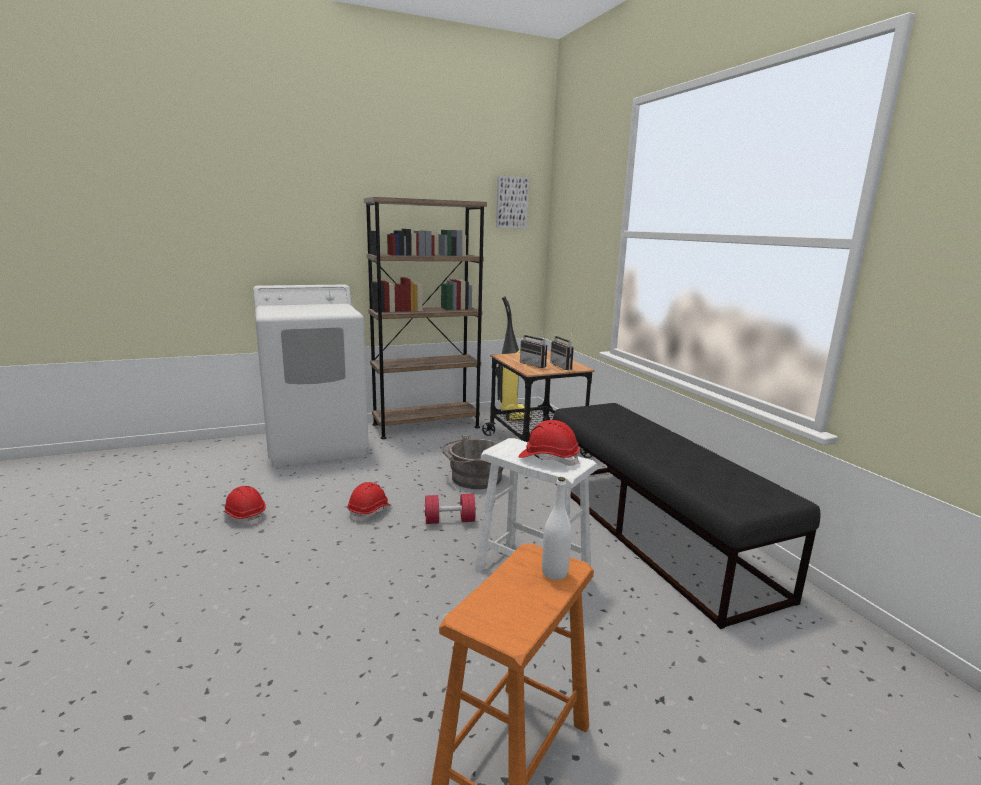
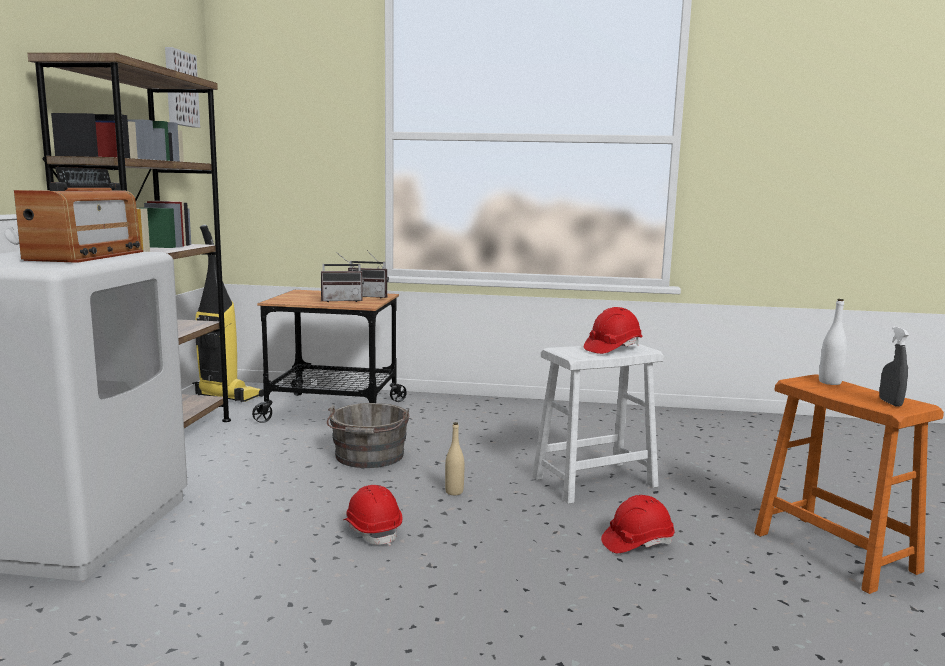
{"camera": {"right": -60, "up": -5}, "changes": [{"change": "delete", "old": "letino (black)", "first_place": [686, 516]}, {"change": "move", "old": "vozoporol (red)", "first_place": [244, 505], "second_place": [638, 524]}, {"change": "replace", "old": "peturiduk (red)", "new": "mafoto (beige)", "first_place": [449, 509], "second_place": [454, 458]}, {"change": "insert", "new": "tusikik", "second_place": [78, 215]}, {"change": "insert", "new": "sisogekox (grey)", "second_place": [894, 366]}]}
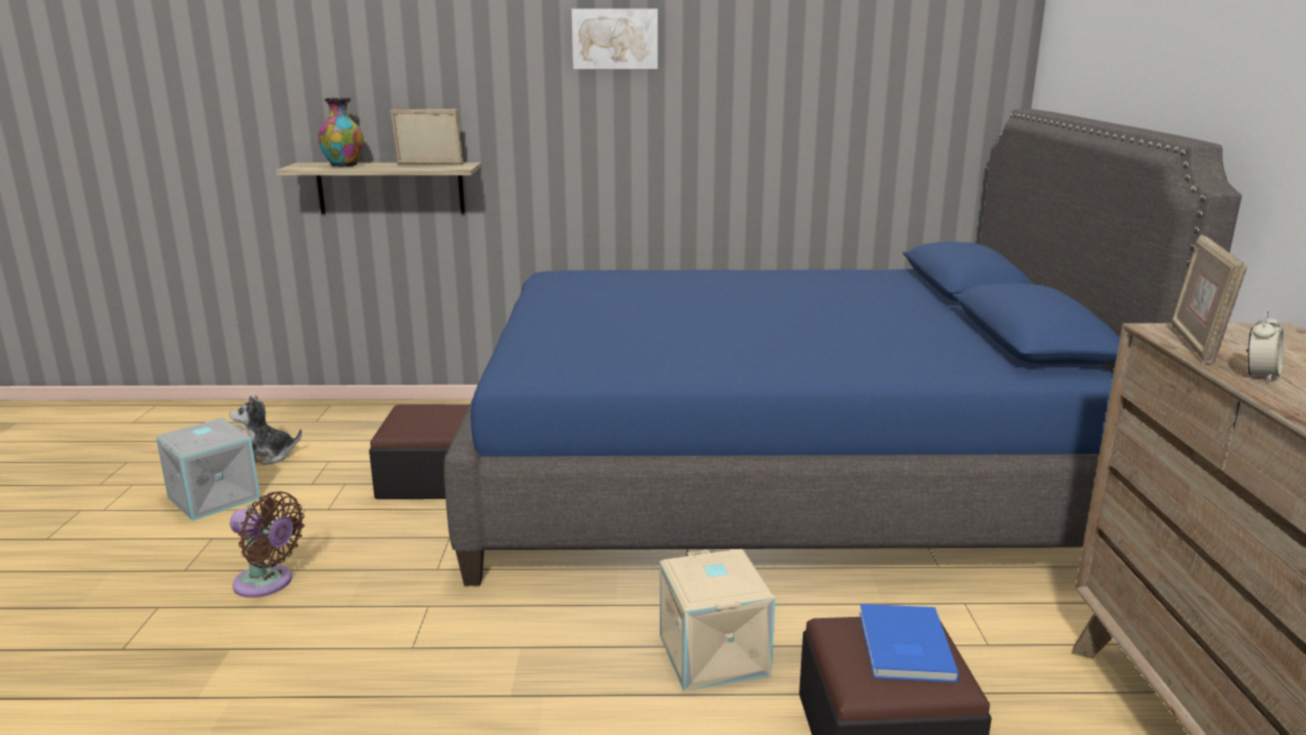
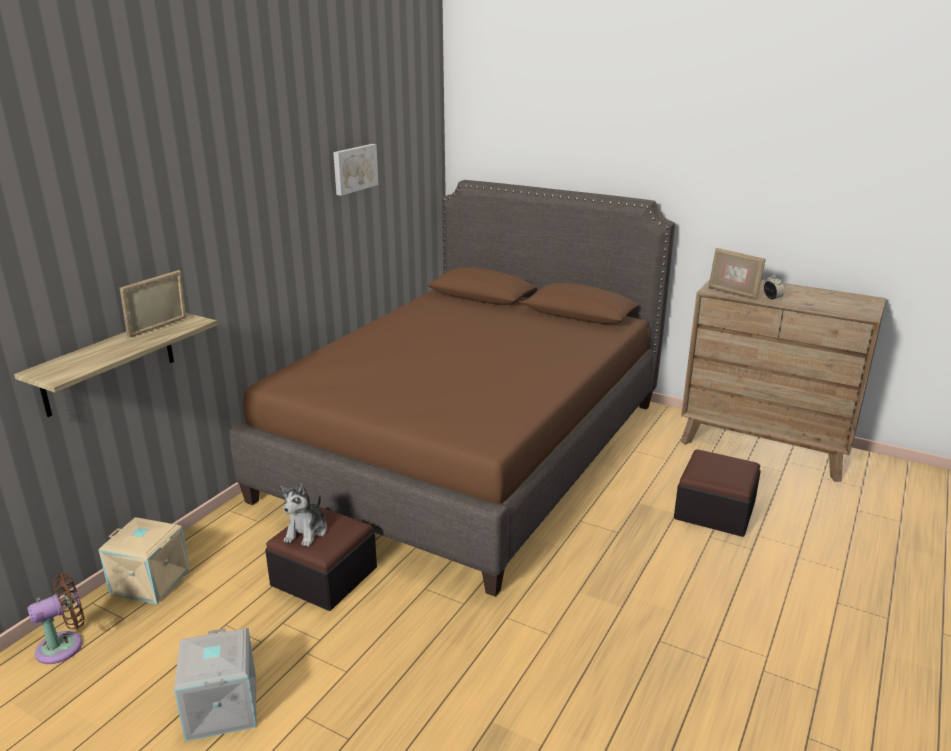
{"camera": {"right": -60, "up": 5}, "changes": [{"change": "move", "old": "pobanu", "first_place": [615, 39], "second_place": [355, 170]}, {"change": "delete", "old": "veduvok", "first_place": [341, 132]}, {"change": "recolor", "old": "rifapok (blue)", "new": "rifapok (brown)", "first_place": [843, 347], "second_place": [452, 388]}, {"change": "move", "old": "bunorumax", "first_place": [266, 430], "second_place": [303, 515]}, {"change": "move", "old": "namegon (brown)", "first_place": [267, 544], "second_place": [56, 618]}, {"change": "move", "old": "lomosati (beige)", "first_place": [717, 620], "second_place": [144, 560]}, {"change": "delete", "old": "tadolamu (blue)", "first_place": [909, 643]}]}
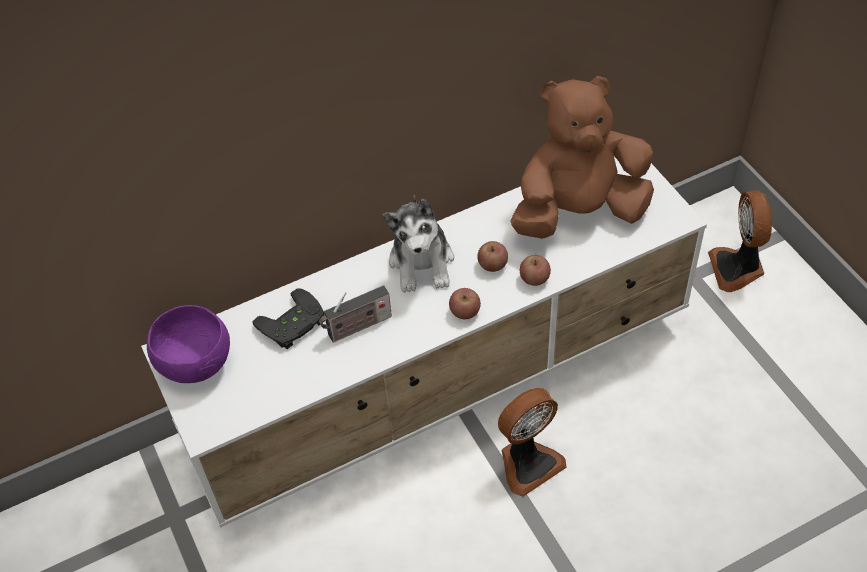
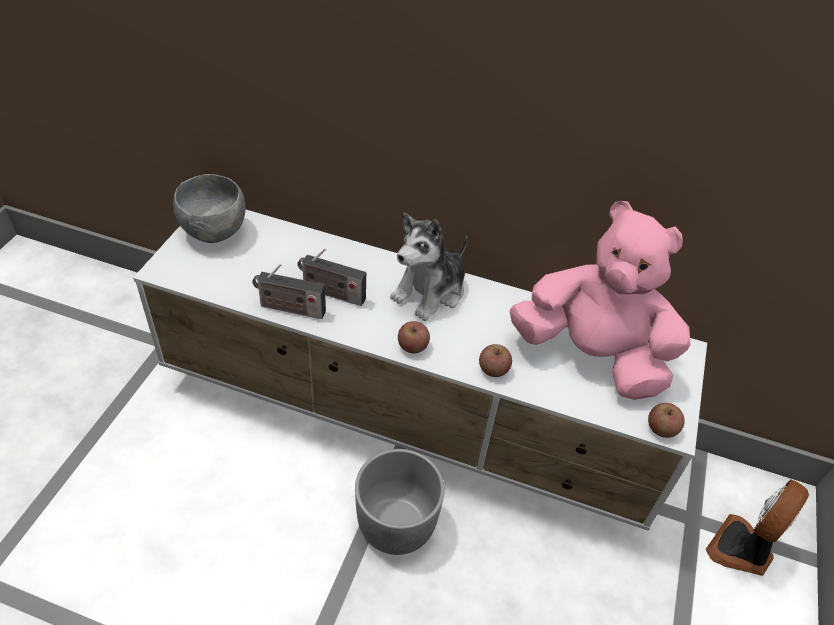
{"camera": {"right": 40, "up": -5}, "changes": [{"change": "recolor", "old": "bunorumax (brown)", "new": "bunorumax (pink)", "first_place": [582, 157], "second_place": [600, 300]}, {"change": "move", "old": "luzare", "first_place": [492, 256], "second_place": [666, 420]}, {"change": "delete", "old": "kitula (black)", "first_place": [288, 318]}, {"change": "recolor", "old": "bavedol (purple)", "new": "bavedol (grey)", "first_place": [188, 344], "second_place": [209, 208]}, {"change": "replace", "old": "namegon", "new": "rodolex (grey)", "first_place": [532, 442], "second_place": [400, 502]}, {"change": "insert", "new": "tusikik", "second_place": [289, 291]}]}
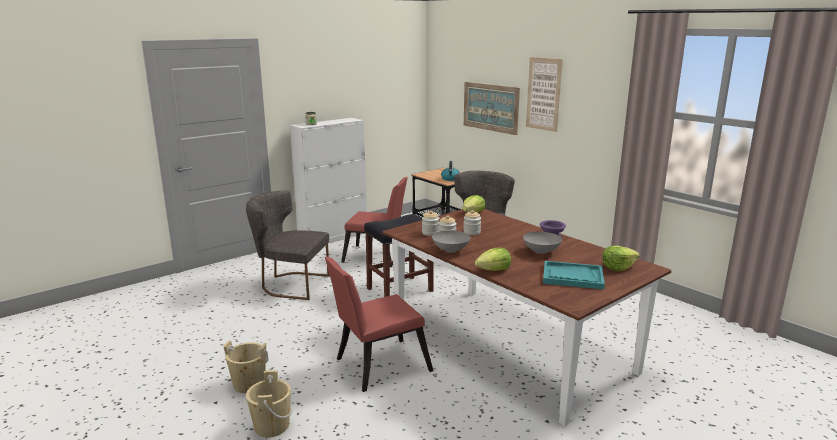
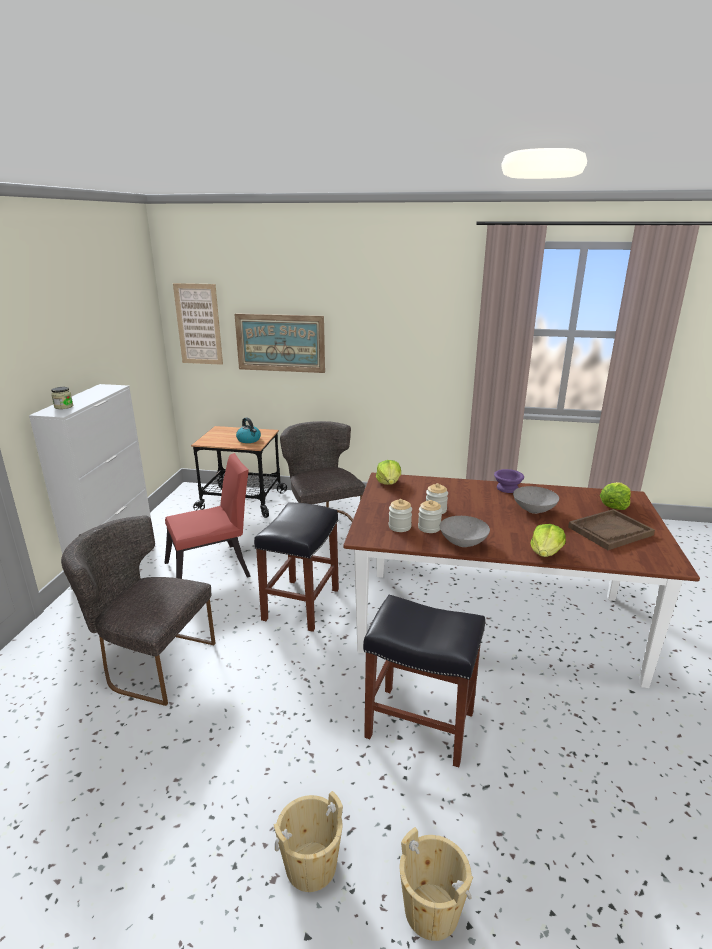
{"camera": {"right": -40, "up": 5}, "changes": [{"change": "move", "old": "pobanu", "first_place": [544, 94], "second_place": [198, 324]}, {"change": "rotate", "old": "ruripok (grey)", "first_place": [288, 245], "second_place": [138, 611], "degrees": 45}, {"change": "replace", "old": "ruripok (red)", "new": "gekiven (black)", "first_place": [379, 324], "second_place": [424, 681]}, {"change": "recolor", "old": "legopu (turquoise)", "new": "legopu (brown)", "first_place": [574, 275], "second_place": [611, 529]}]}
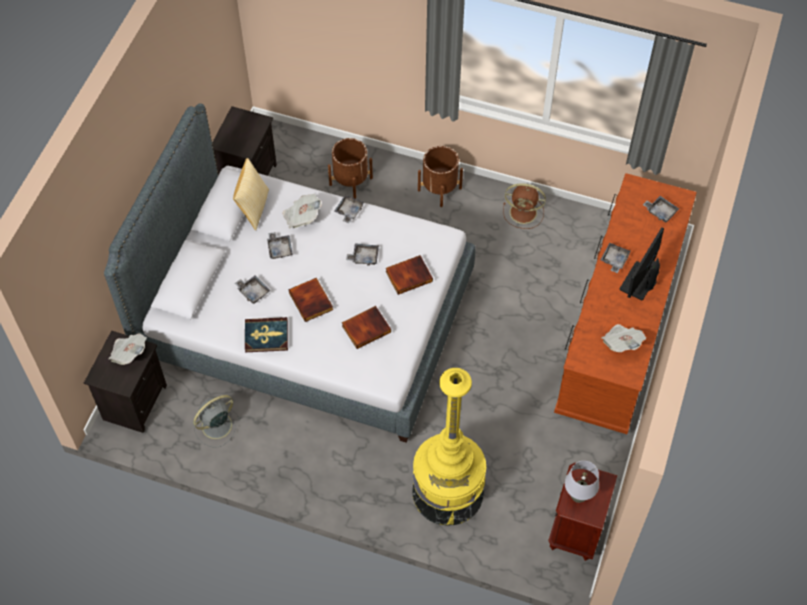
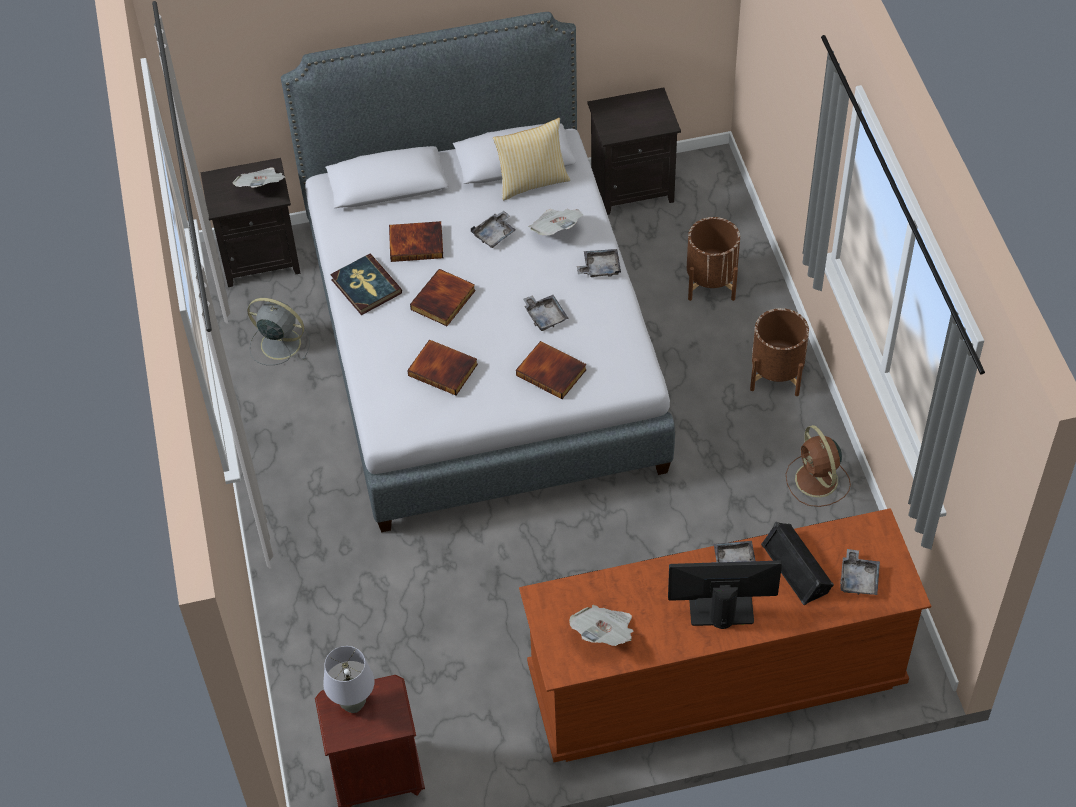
{"camera": {"right": 60, "up": -5}, "changes": [{"change": "replace", "old": "legopu (grey)", "new": "tadolamu", "first_place": [252, 290], "second_place": [416, 241]}, {"change": "delete", "old": "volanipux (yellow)", "first_place": [449, 447]}, {"change": "insert", "new": "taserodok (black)", "second_place": [797, 563]}]}
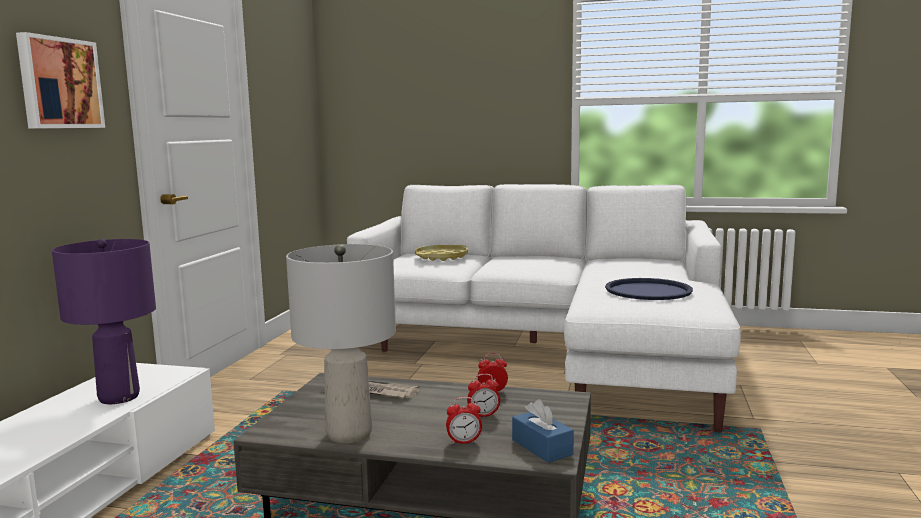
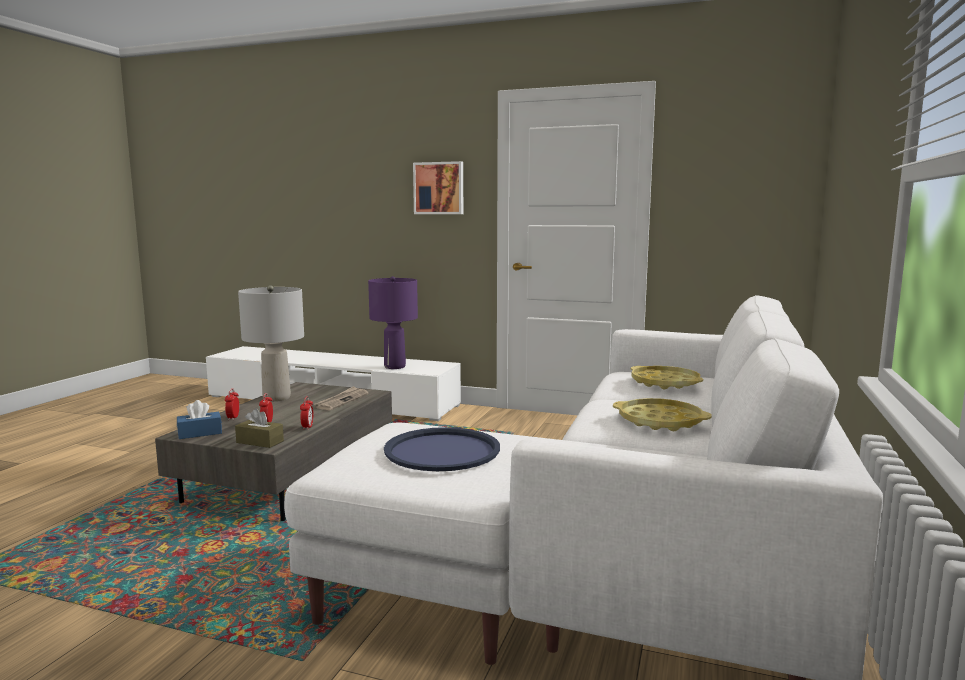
{"camera": {"right": 95, "up": 0}, "changes": [{"change": "insert", "new": "legopu (yellow)", "second_place": [662, 414]}, {"change": "insert", "new": "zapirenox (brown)", "second_place": [259, 428]}]}
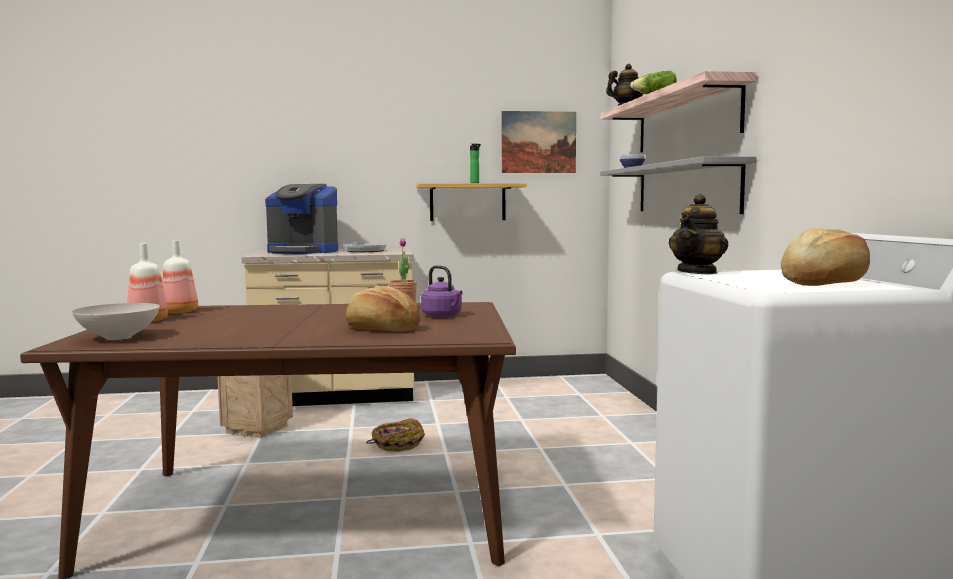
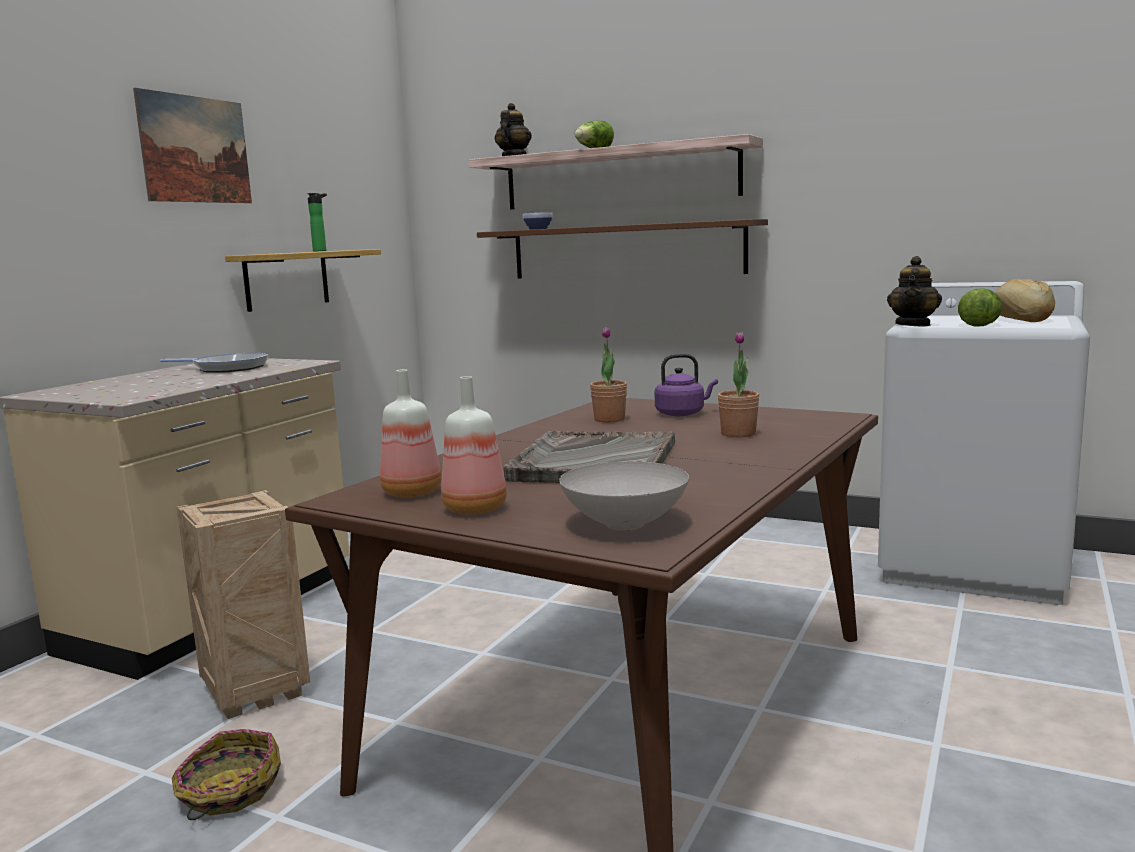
{"camera": {"right": -55, "up": 5}, "changes": [{"change": "move", "old": "pobanu", "first_place": [539, 142], "second_place": [192, 145]}, {"change": "recolor", "old": "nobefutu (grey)", "new": "nobefutu (brown)", "first_place": [678, 185], "second_place": [622, 249]}, {"change": "delete", "old": "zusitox", "first_place": [301, 219]}, {"change": "rotate", "old": "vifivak", "first_place": [699, 234], "second_place": [914, 291], "degrees": 45}, {"change": "replace", "old": "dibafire", "new": "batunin", "first_place": [383, 309], "second_place": [738, 384]}, {"change": "move", "old": "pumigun", "first_place": [395, 434], "second_place": [226, 774]}, {"change": "insert", "new": "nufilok", "second_place": [980, 307]}, {"change": "insert", "new": "legopu (grey)", "second_place": [589, 457]}]}
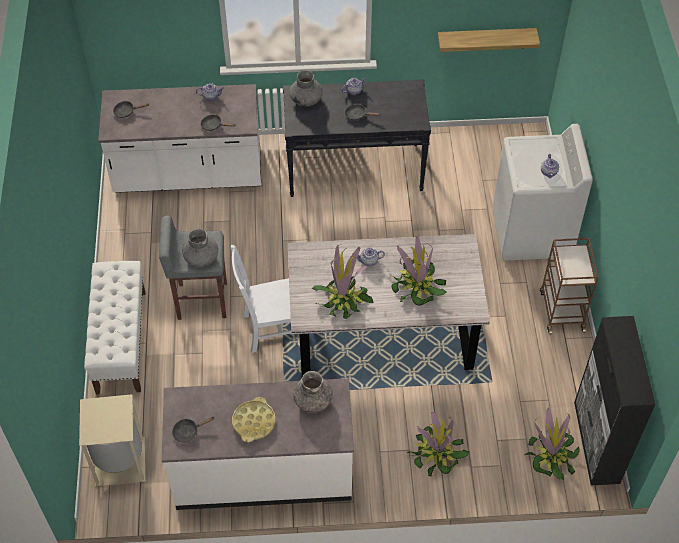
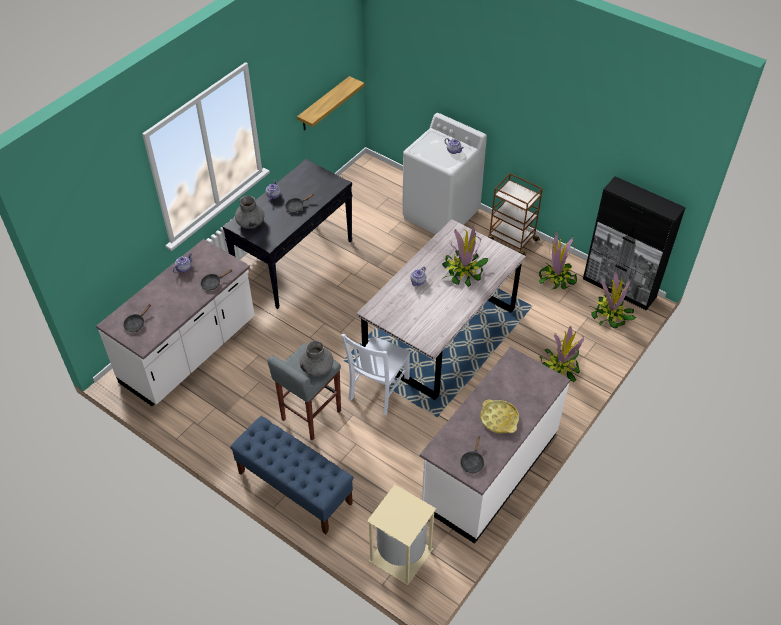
{"camera": {"right": -50, "up": -5}, "changes": [{"change": "move", "old": "batunin", "first_place": [343, 281], "second_place": [558, 260]}, {"change": "recolor", "old": "letino (white)", "new": "letino (blue)", "first_place": [115, 328], "second_place": [292, 475]}, {"change": "delete", "old": "veduvok (grey)", "first_place": [313, 392]}]}
